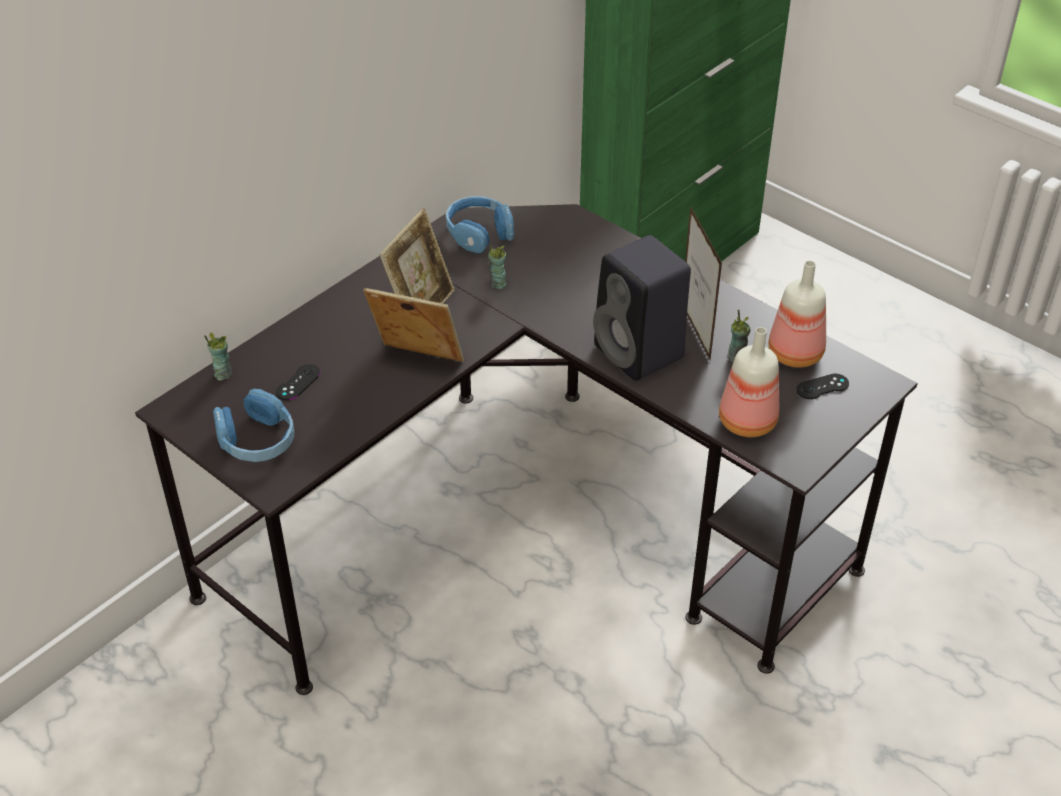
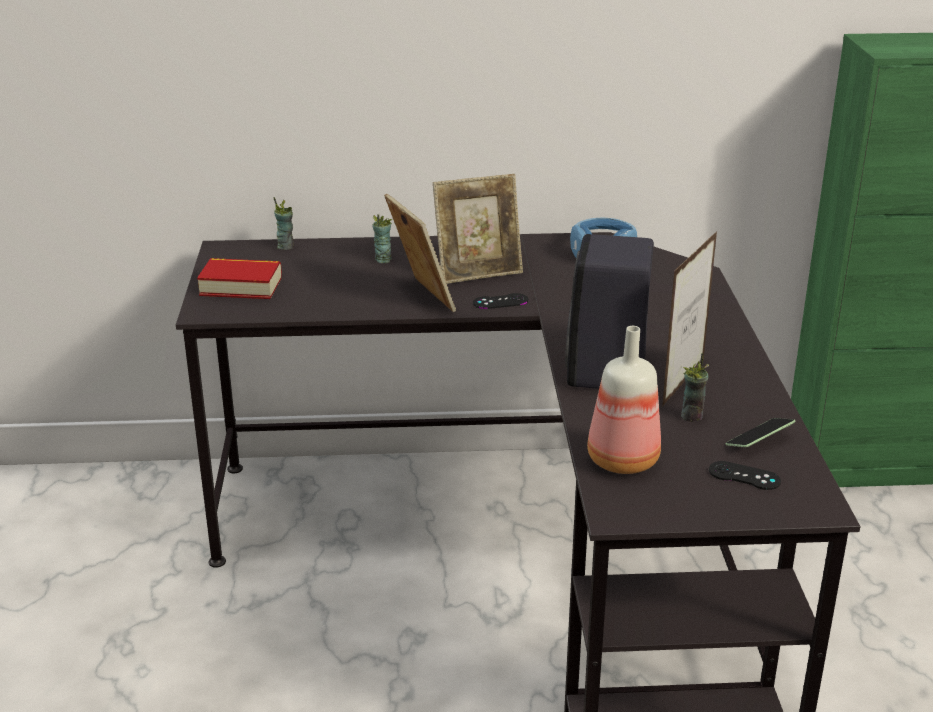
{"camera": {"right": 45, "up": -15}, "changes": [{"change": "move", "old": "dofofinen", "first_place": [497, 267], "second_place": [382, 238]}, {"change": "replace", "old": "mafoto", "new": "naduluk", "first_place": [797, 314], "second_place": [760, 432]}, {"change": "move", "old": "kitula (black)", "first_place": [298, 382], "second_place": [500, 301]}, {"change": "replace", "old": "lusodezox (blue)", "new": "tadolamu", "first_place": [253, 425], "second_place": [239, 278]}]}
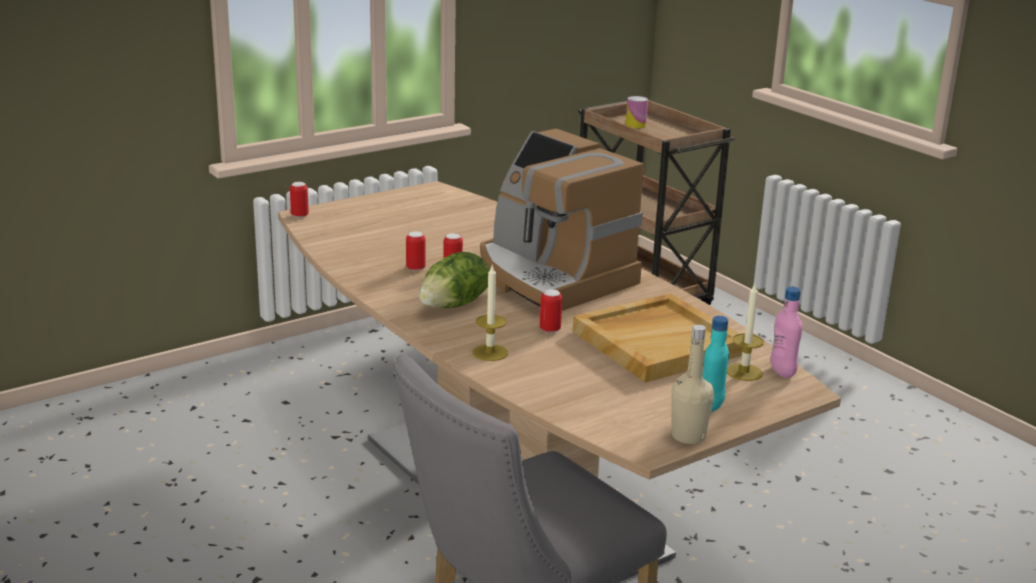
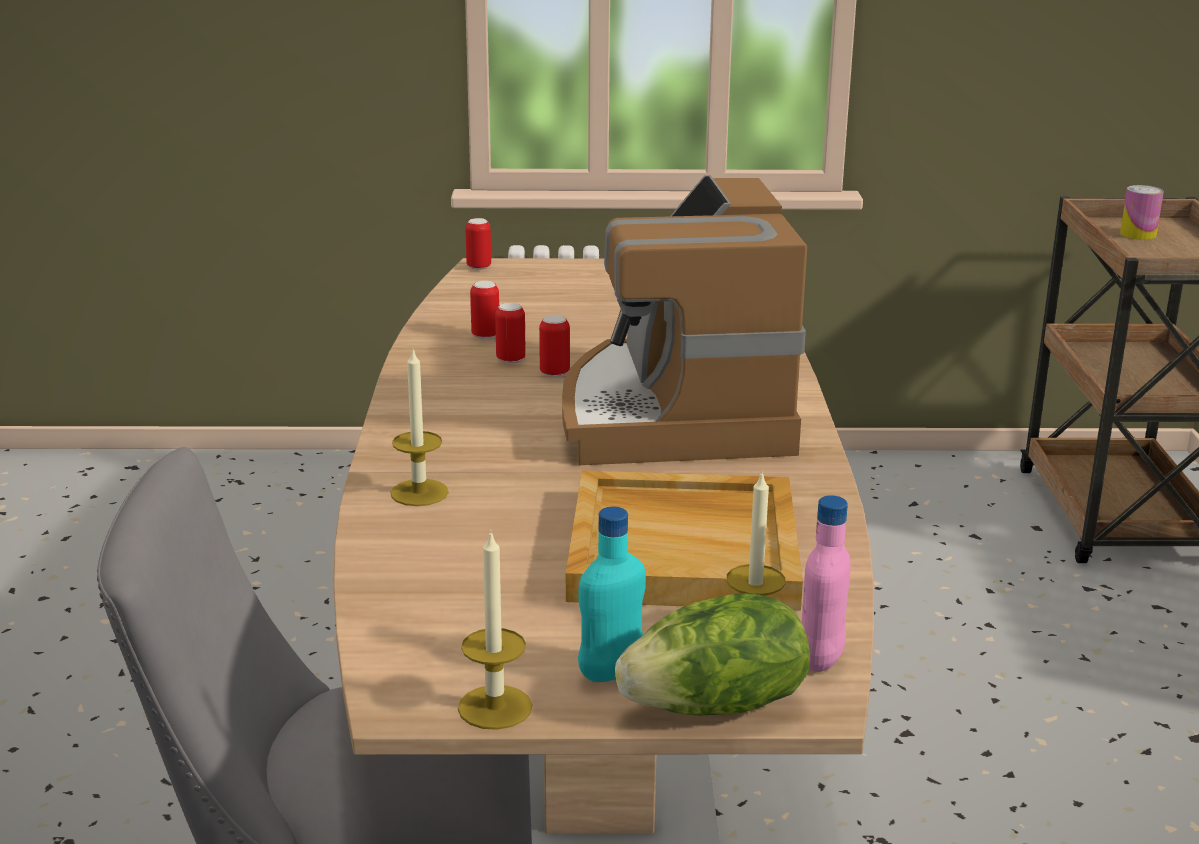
{"camera": {"right": 35, "up": 0}, "changes": [{"change": "move", "old": "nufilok", "first_place": [454, 280], "second_place": [712, 655]}, {"change": "move", "old": "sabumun", "first_place": [551, 311], "second_place": [484, 310]}, {"change": "replace", "old": "mafoto (beige)", "new": "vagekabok", "first_place": [692, 384], "second_place": [495, 630]}]}
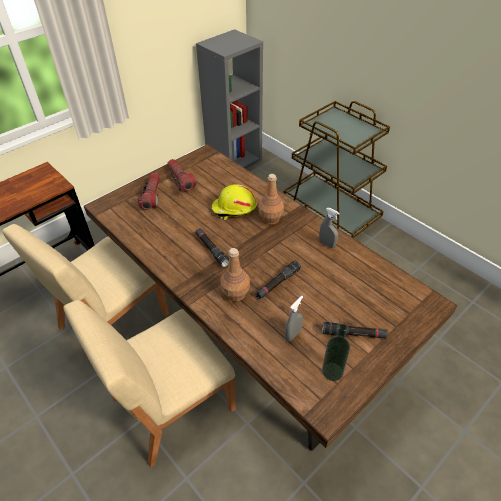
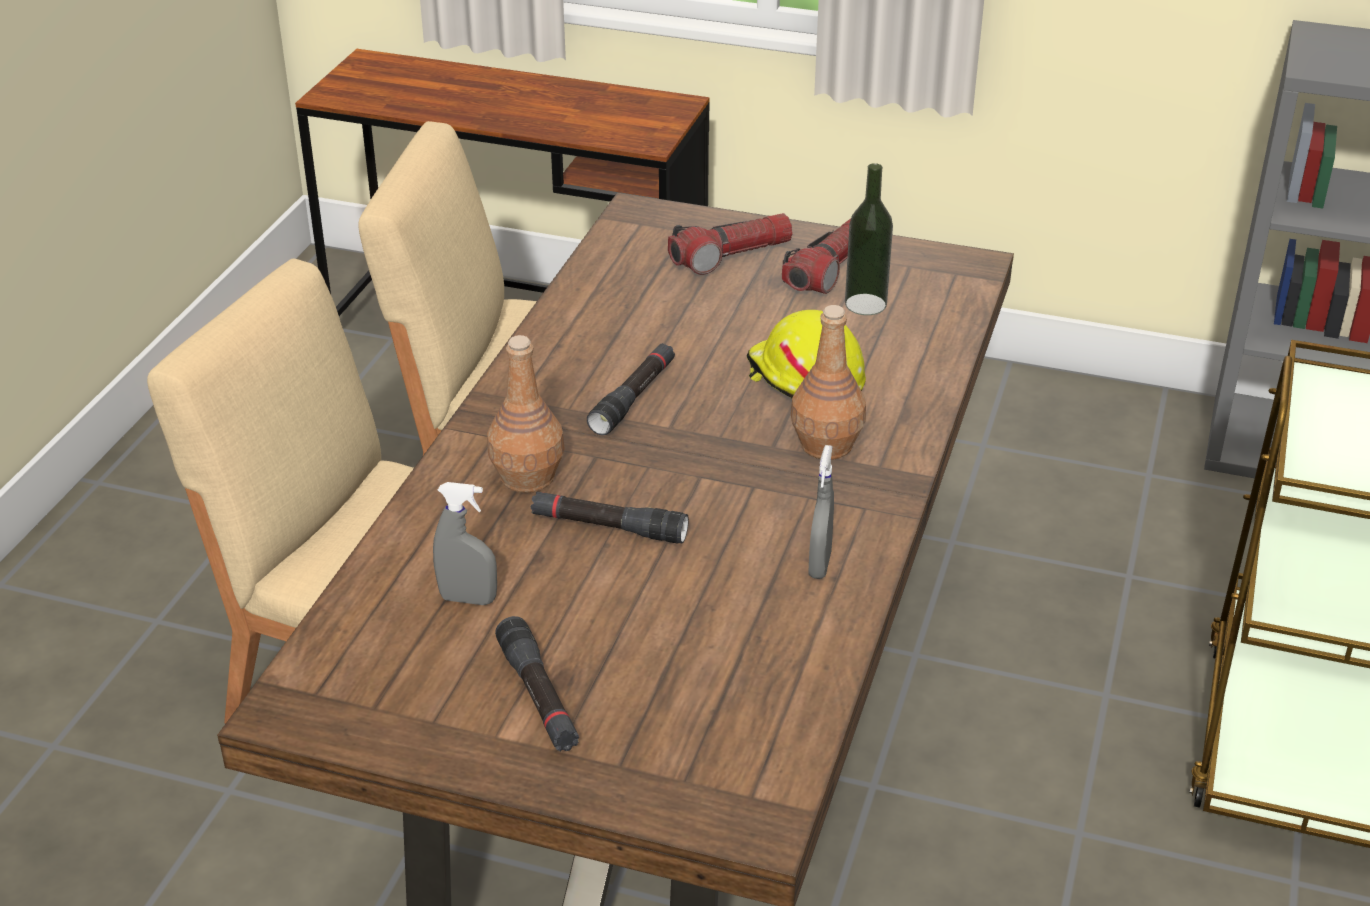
{"camera": {"right": 60, "up": -10}, "changes": [{"change": "move", "old": "mafoto", "first_place": [336, 352], "second_place": [869, 239]}]}
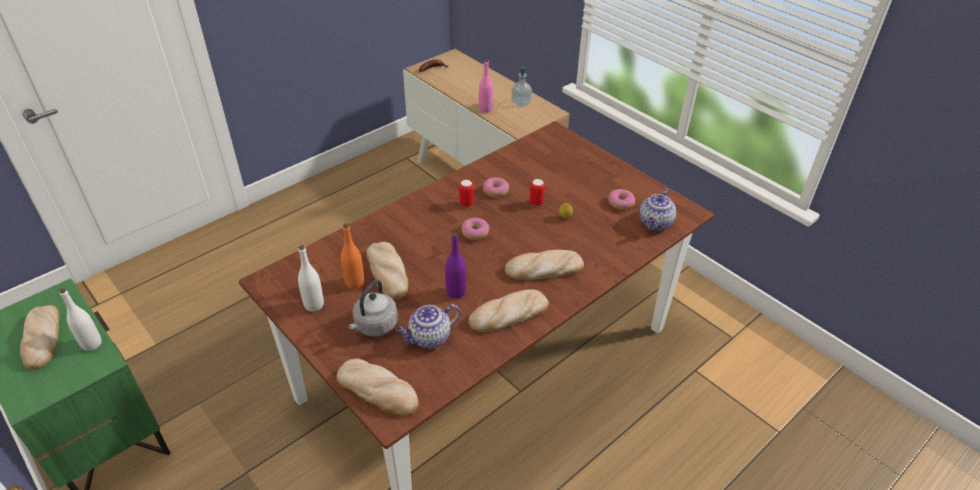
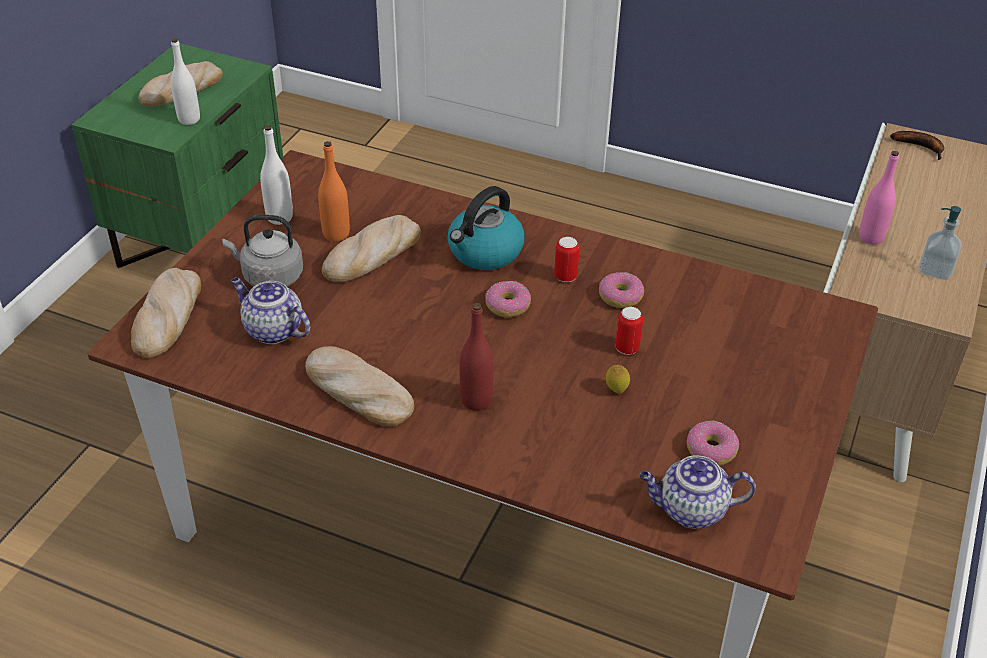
{"camera": {"right": 65, "up": 0}, "changes": [{"change": "delete", "old": "mafoto (purple)", "first_place": [455, 266]}, {"change": "replace", "old": "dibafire", "new": "mafoto (red)", "first_place": [544, 265], "second_place": [476, 357]}, {"change": "insert", "new": "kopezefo", "second_place": [486, 228]}]}
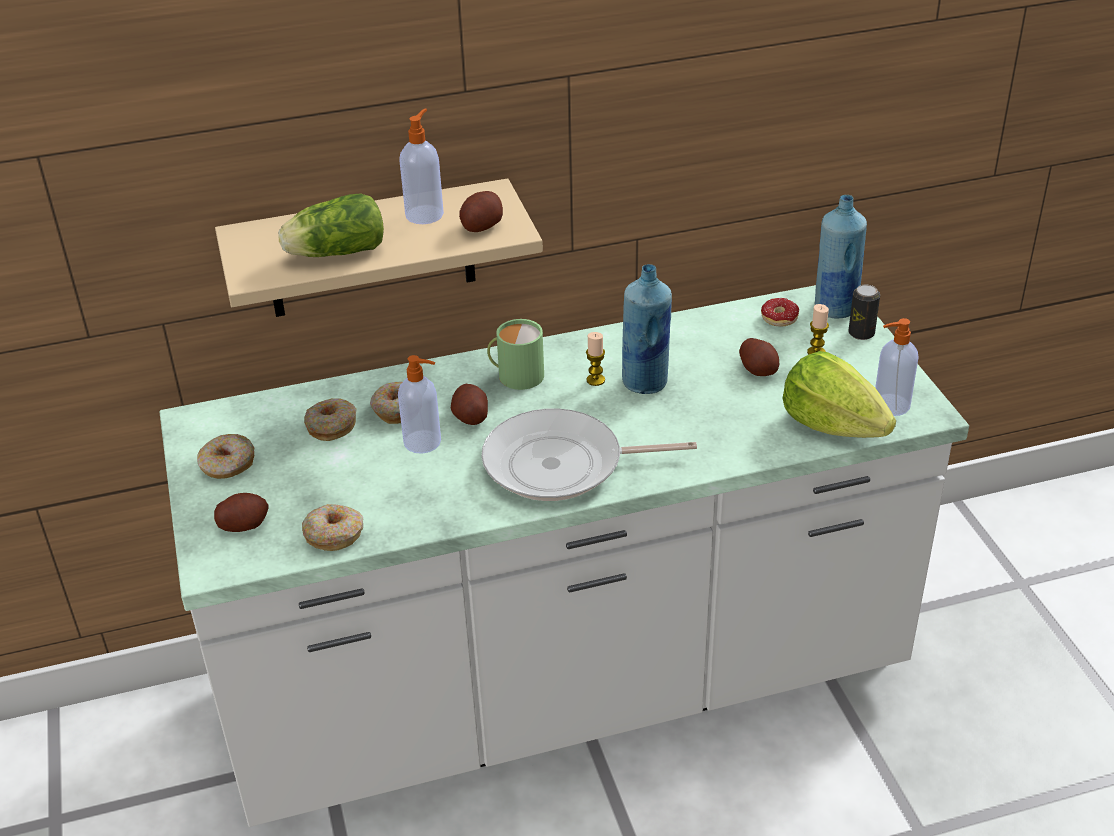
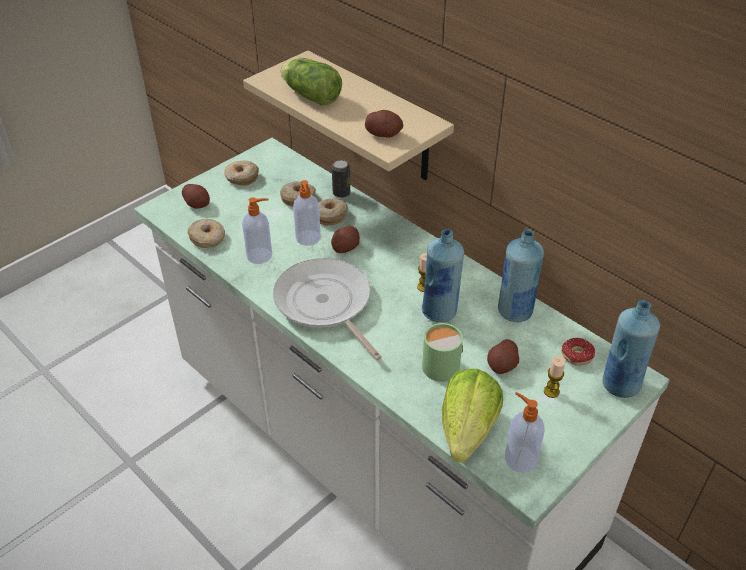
{"camera": {"right": 60, "up": 5}, "changes": [{"change": "move", "old": "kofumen", "first_place": [421, 166], "second_place": [257, 230]}, {"change": "move", "old": "sabumun", "first_place": [864, 312], "second_place": [341, 179]}, {"change": "move", "old": "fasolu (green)", "first_place": [515, 354], "second_place": [442, 352]}, {"change": "insert", "new": "mafoto (blue)", "second_place": [521, 275]}]}
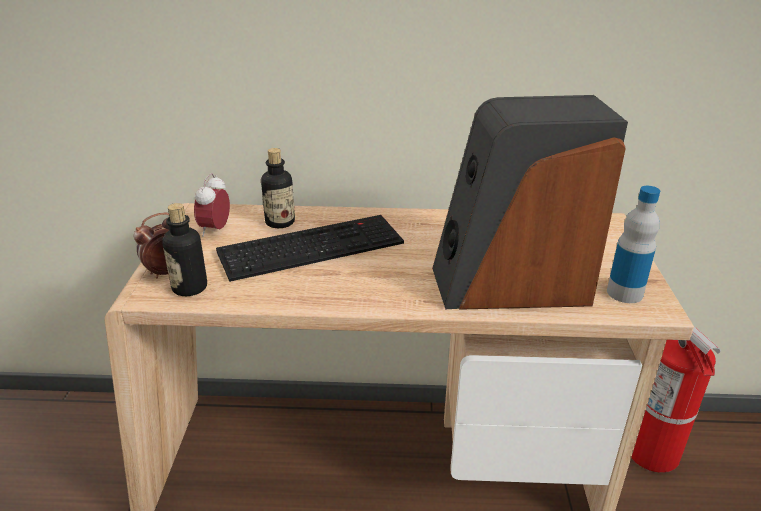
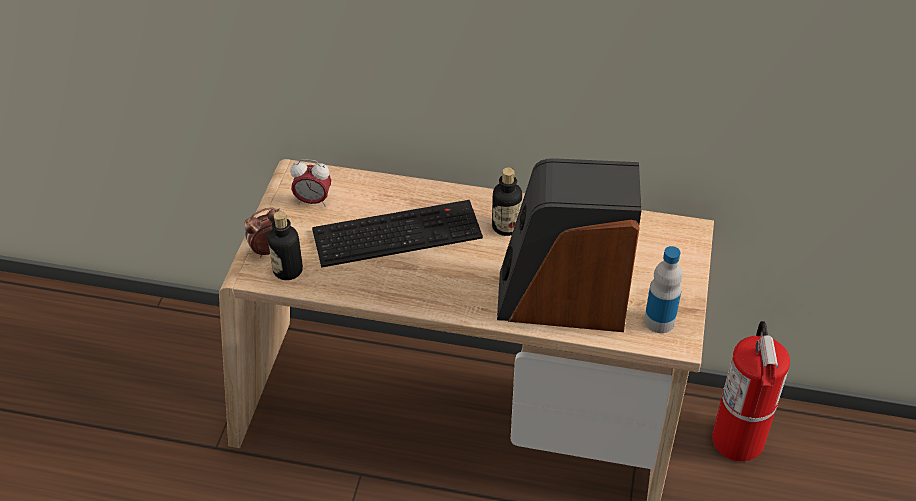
{"camera": {"right": 10, "up": 15}, "changes": [{"change": "move", "old": "mafoto", "first_place": [278, 188], "second_place": [507, 202]}, {"change": "rotate", "old": "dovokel", "first_place": [212, 205], "second_place": [310, 183], "degrees": -105}]}
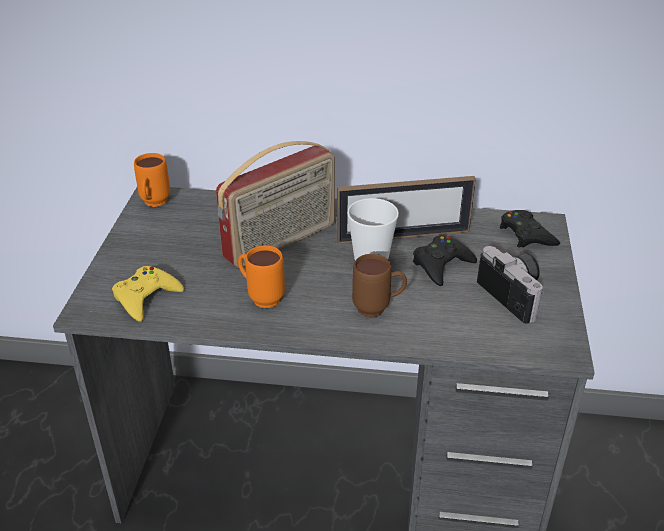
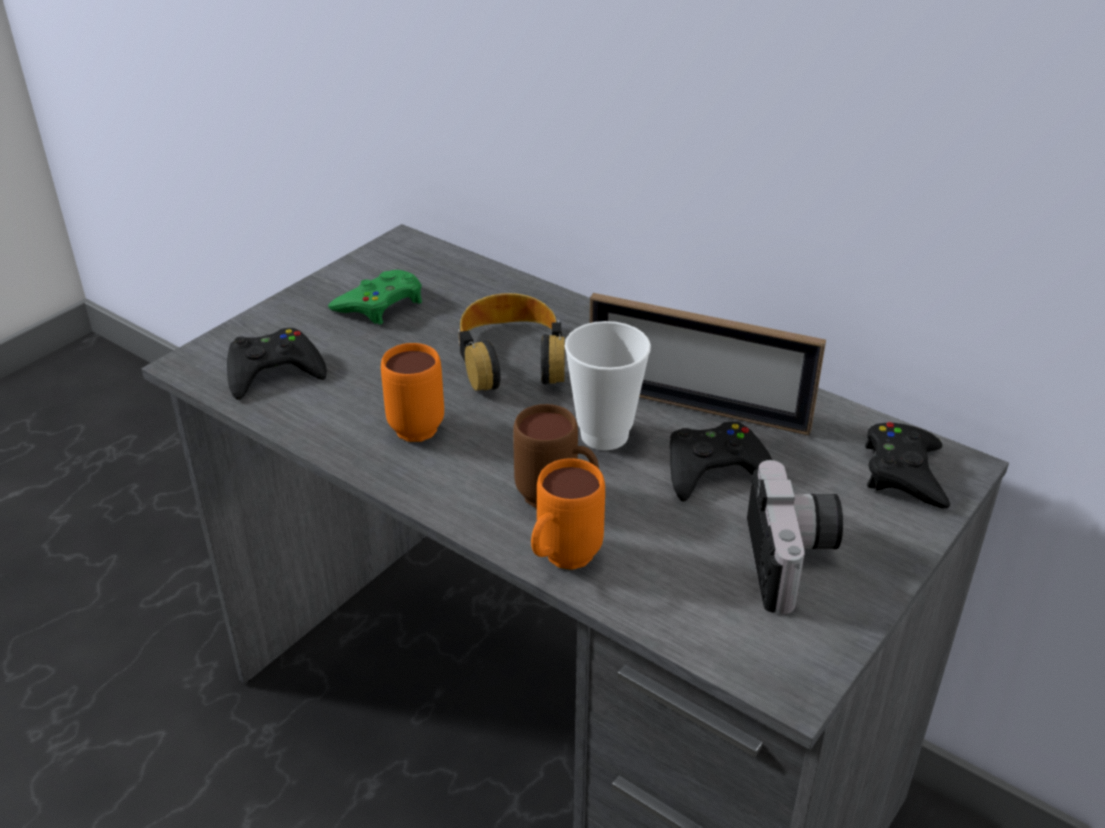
{"camera": {"right": 30, "up": 0}, "changes": [{"change": "replace", "old": "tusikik", "new": "lusodezox", "first_place": [275, 204], "second_place": [511, 342]}, {"change": "move", "old": "fasolu (orange)", "first_place": [152, 180], "second_place": [568, 514]}, {"change": "recolor", "old": "kitula (yellow)", "new": "kitula (black)", "first_place": [148, 294], "second_place": [277, 364]}, {"change": "insert", "new": "kitula (green)", "second_place": [375, 297]}]}
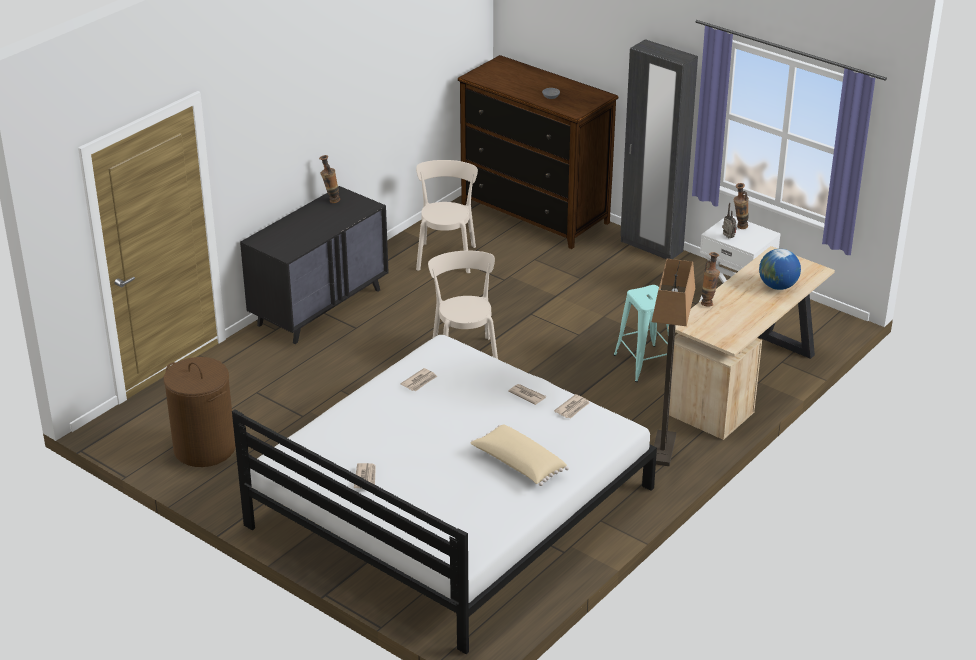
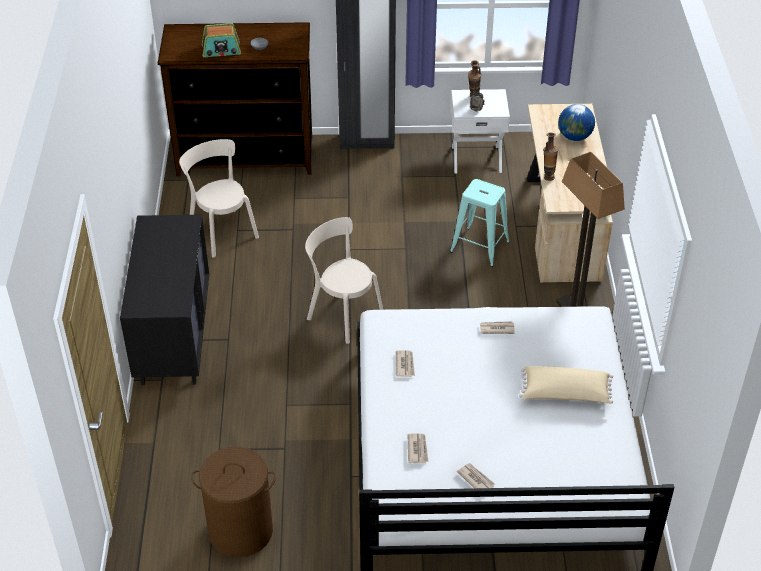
{"camera": {"right": -40, "up": 10}, "changes": [{"change": "delete", "old": "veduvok", "first_place": [329, 179]}, {"change": "move", "old": "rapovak", "first_place": [572, 406], "second_place": [418, 448]}, {"change": "insert", "new": "tusikik", "second_place": [221, 40]}]}
